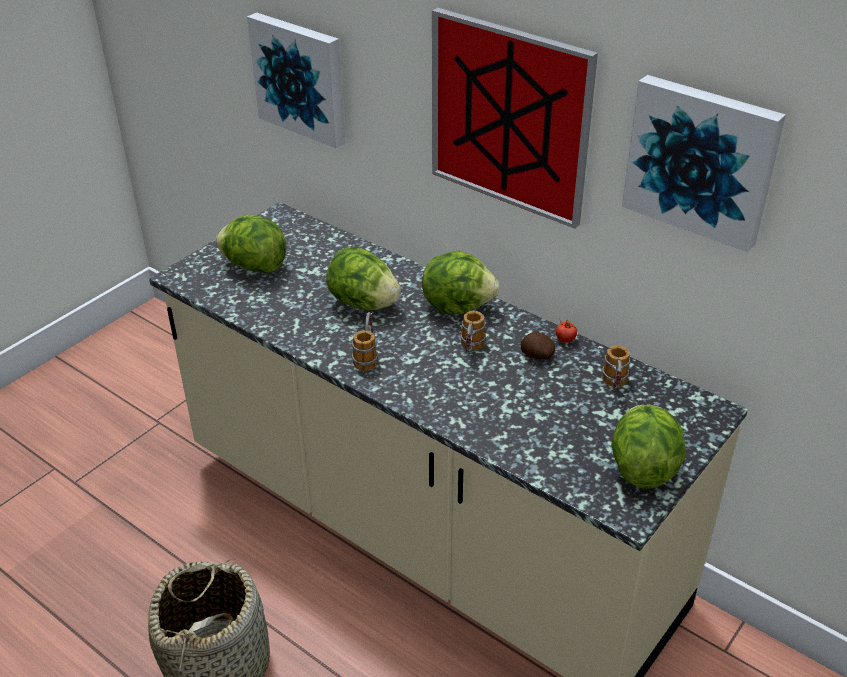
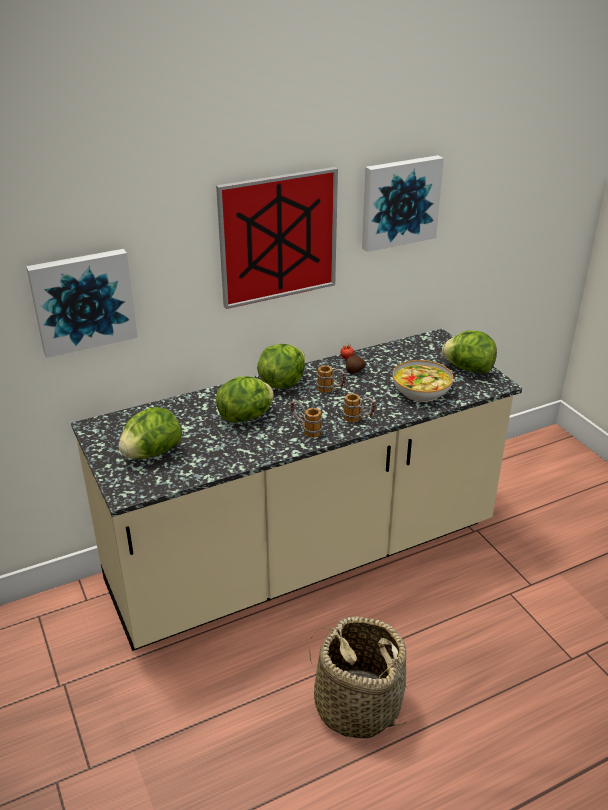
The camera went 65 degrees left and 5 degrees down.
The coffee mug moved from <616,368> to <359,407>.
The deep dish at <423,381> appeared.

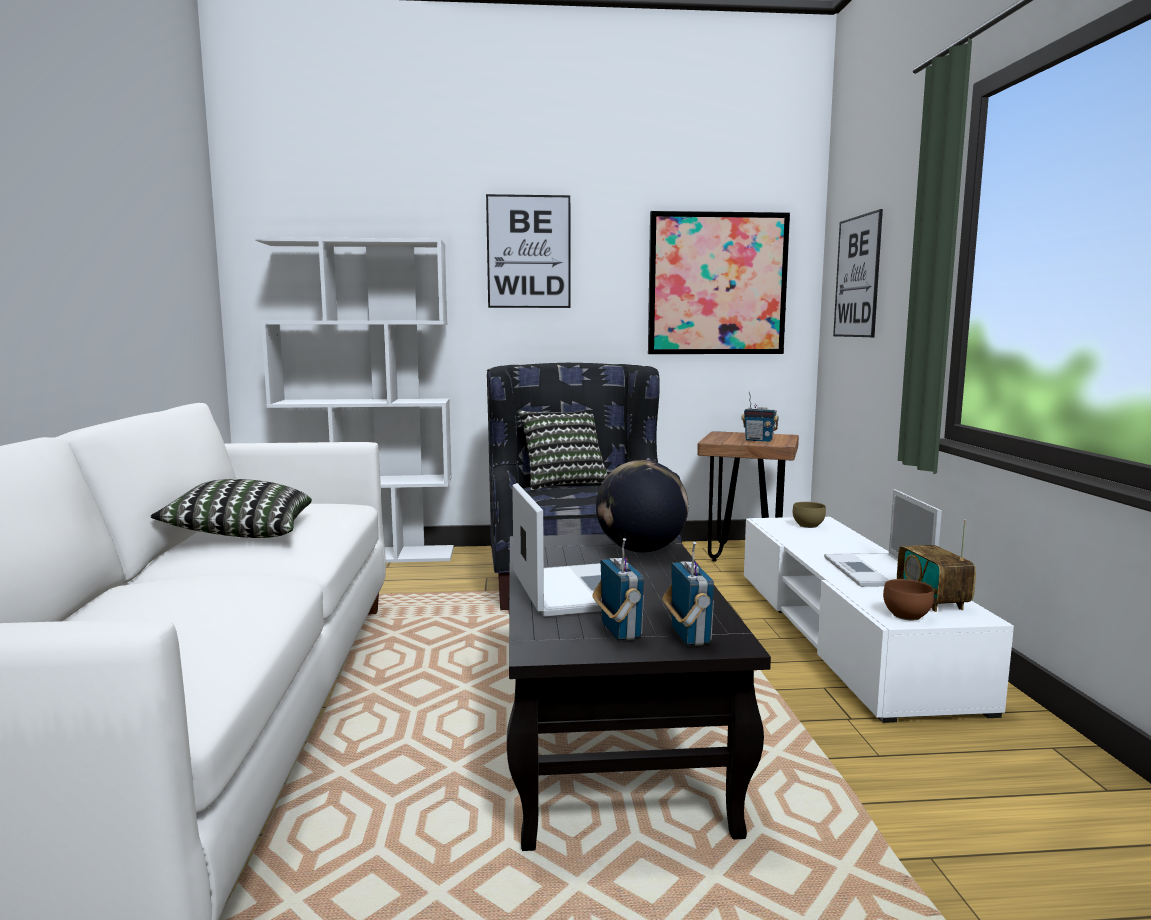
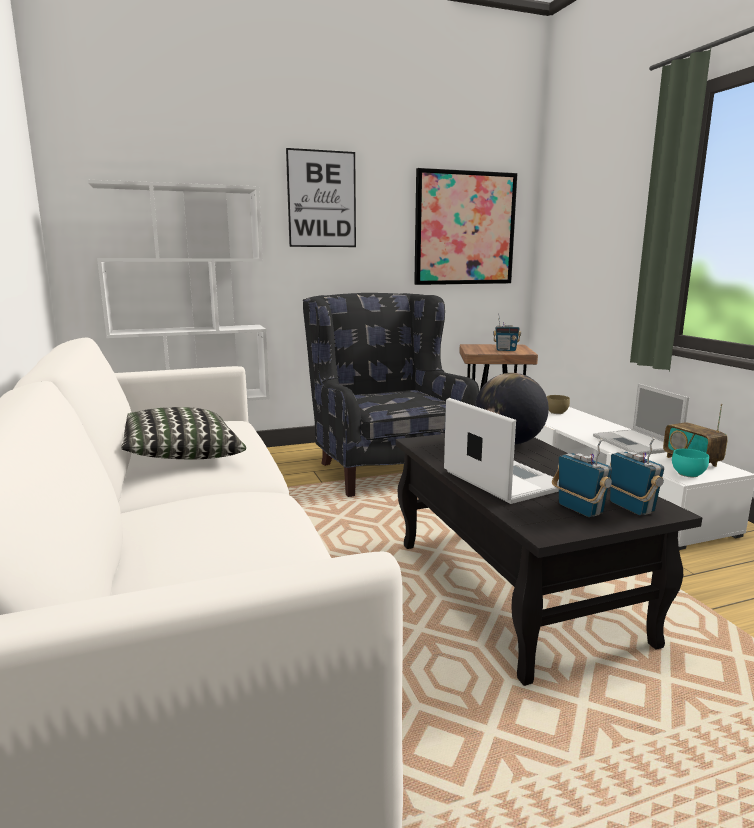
The camera went 15 degrees left and 5 degrees up.
The brownish deep dish at <908,599> became the turquoise-coloured deep dish at <690,463>.
The cushion at <563,450> disappeared.
The picture at <858,273> disappeared.

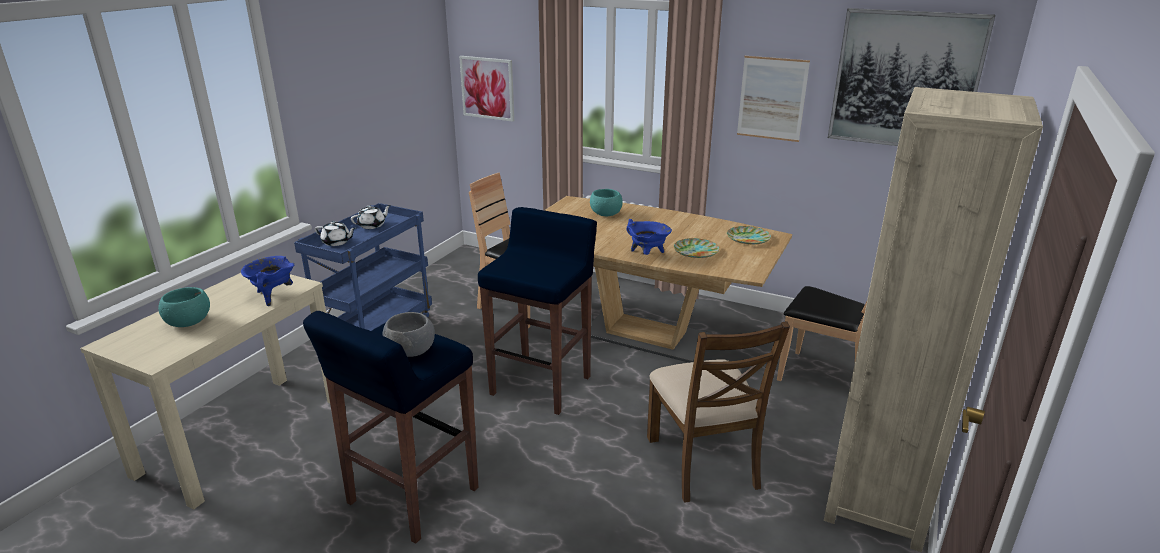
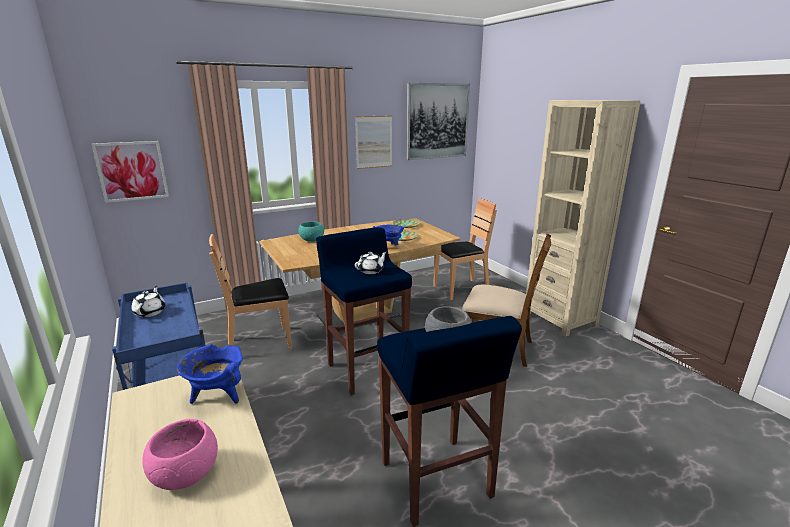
The camera went 55 degrees left and 5 degrees down.
The turquoise-coloured deep dish at <184,307> became the pinkish deep dish at <180,454>.
The white-coloured pot for tea moved from <335,233> to <371,262>.

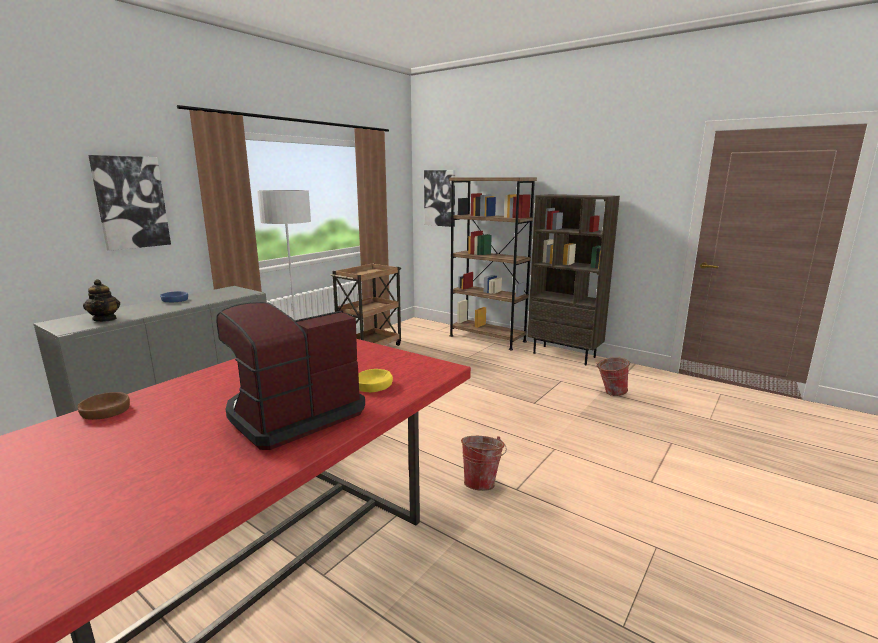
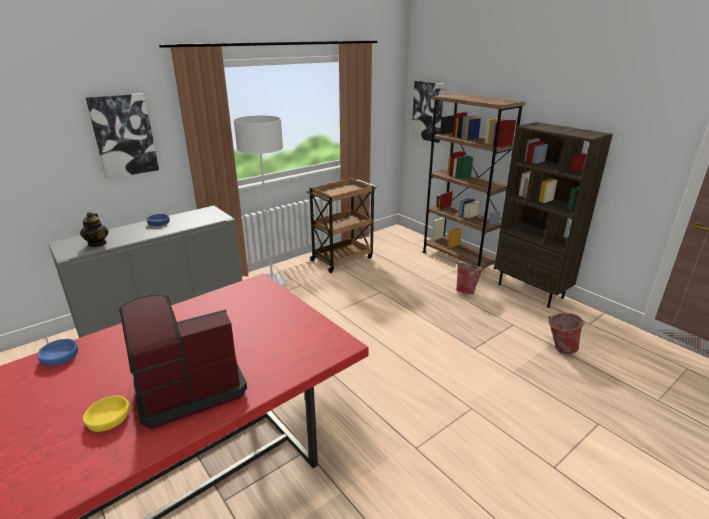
The camera went 15 degrees right and 10 degrees up.
The brownish deep dish at <104,406> became the blue deep dish at <57,352>.
The yellow-coloured deep dish moved from <375,380> to <106,414>.
The pail moved from <484,463> to <470,278>.

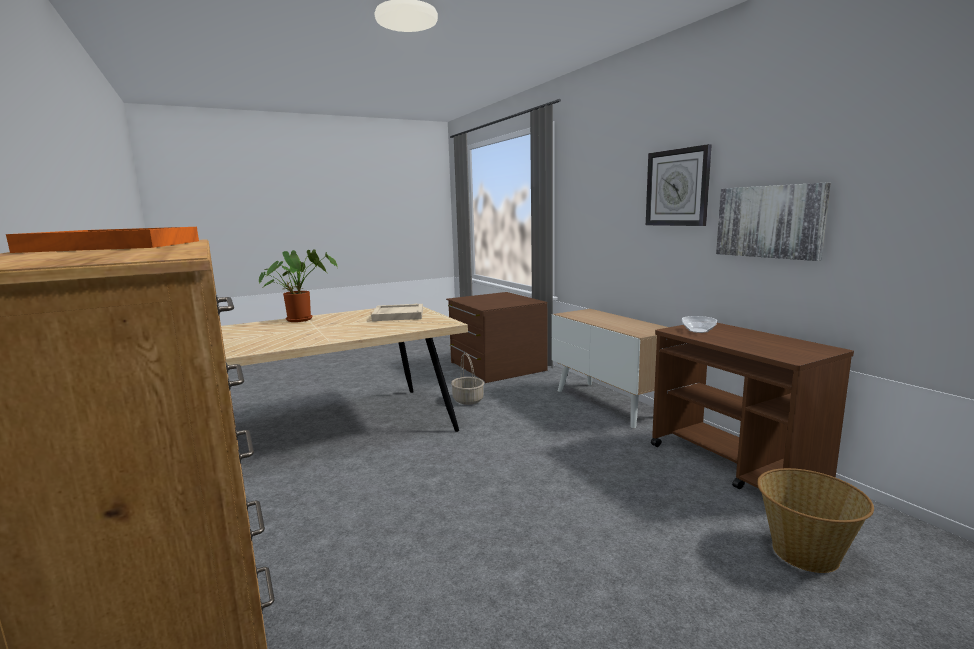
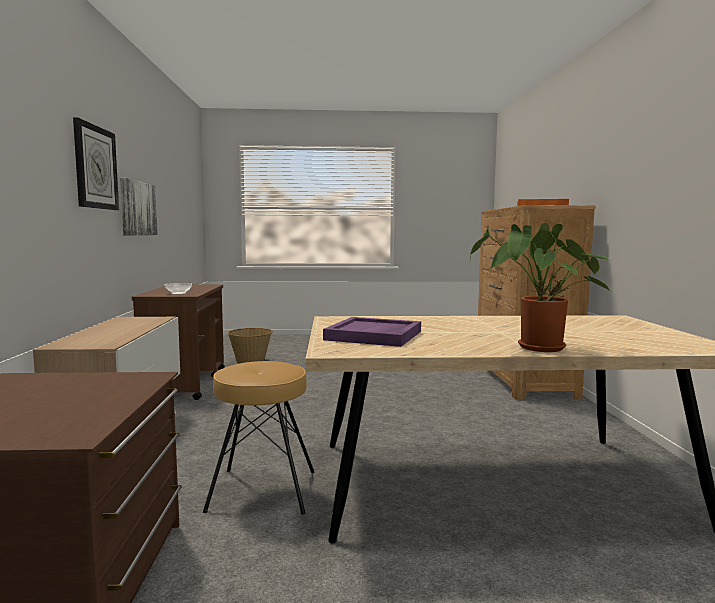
The camera went 155 degrees left and 5 degrees down.
The basket at <467,379> was replaced by the brownish stool at <259,438>.
The sand-coloured serving tray at <397,312> became the purplish serving tray at <372,332>.

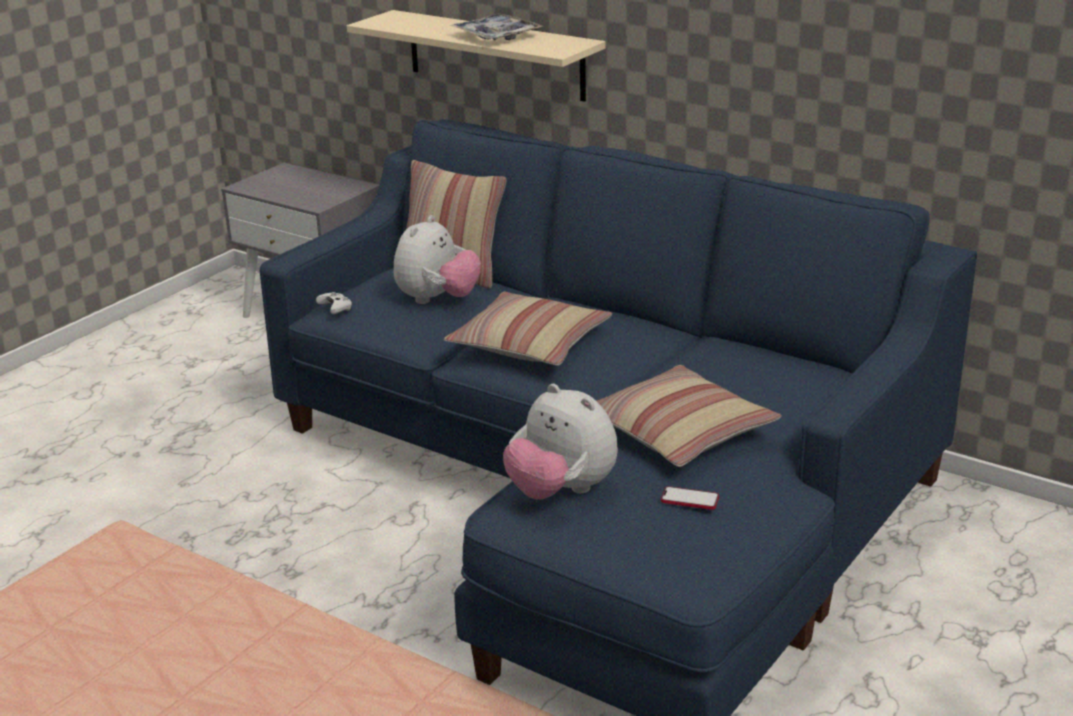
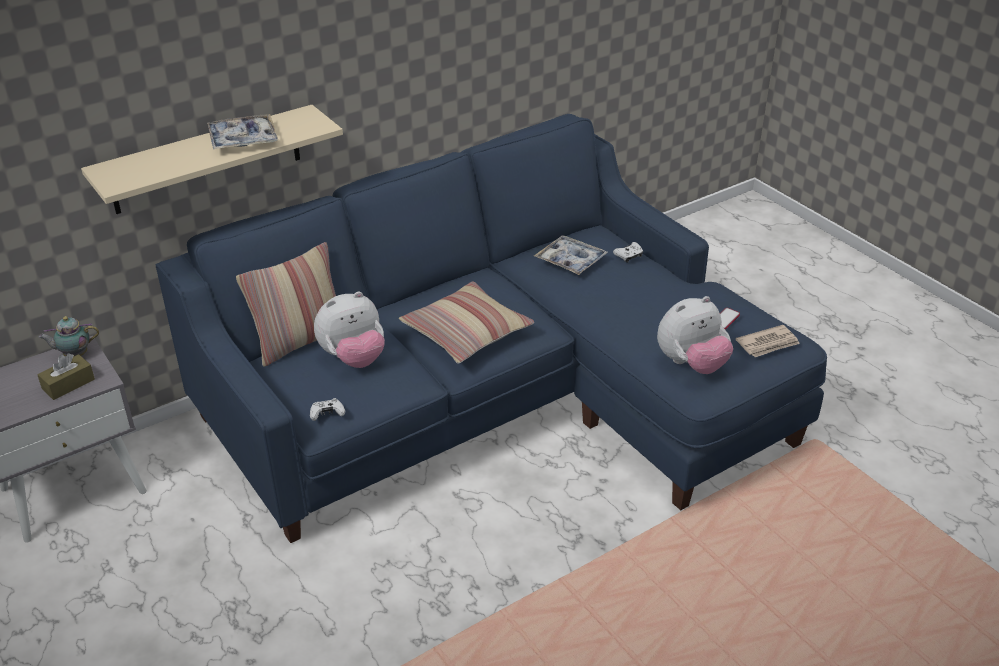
The camera went 70 degrees left and 10 degrees up.
The brownish tissue box at <66,376> appeared.
The pot for tea at <68,336> appeared.
The soft toy at <437,259> turned 105 degrees clockwise.
The serving tray at <571,255> appeared.
The white-coloured gamepad at <628,252> appeared.
The daily paper at <767,341> appeared.
The cushion at <689,416> disappeared.

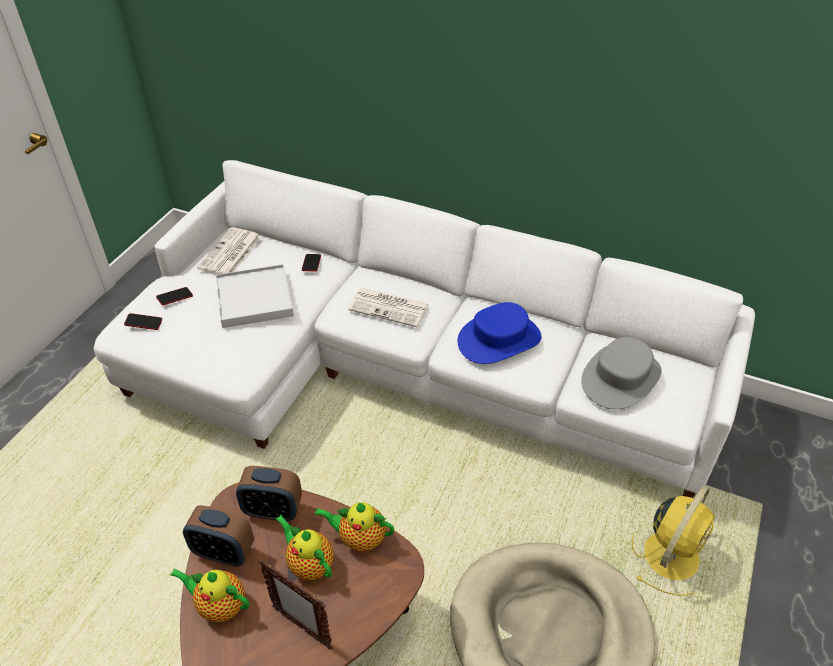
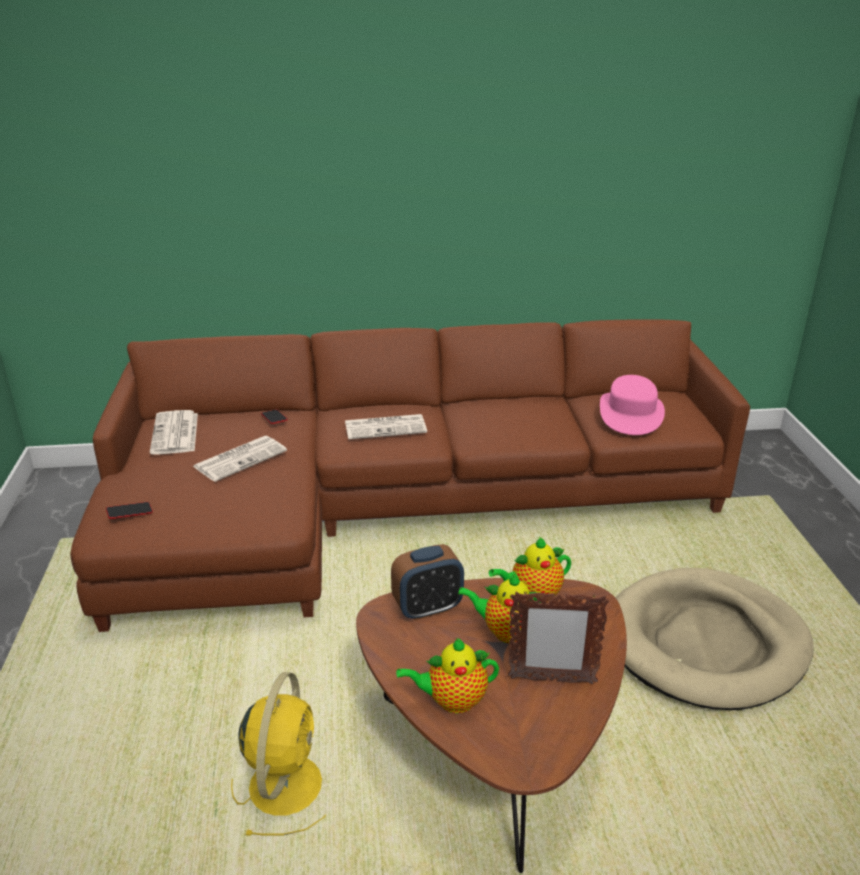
The camera went 30 degrees left and 15 degrees down.
The white-coloured couch at <424,329> became the brownish couch at <410,475>.
The white-coloured serving tray at <255,296> was replaced by the daily paper at <240,459>.
The yellow-coloured cooling fan moved from <673,541> to <278,754>.
The greyish wearable hat at <621,373> became the pinkish wearable hat at <632,405>.
The phone at <174,296> disappeared.
The alarm clock at <218,535> disappeared.
The blue wearable hat at <499,333> disappeared.

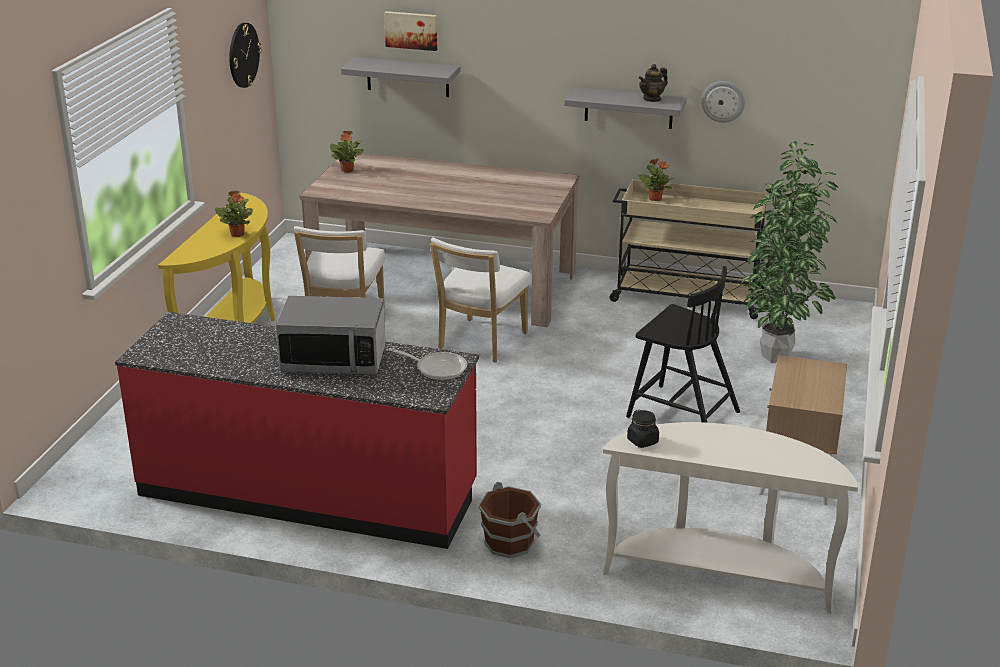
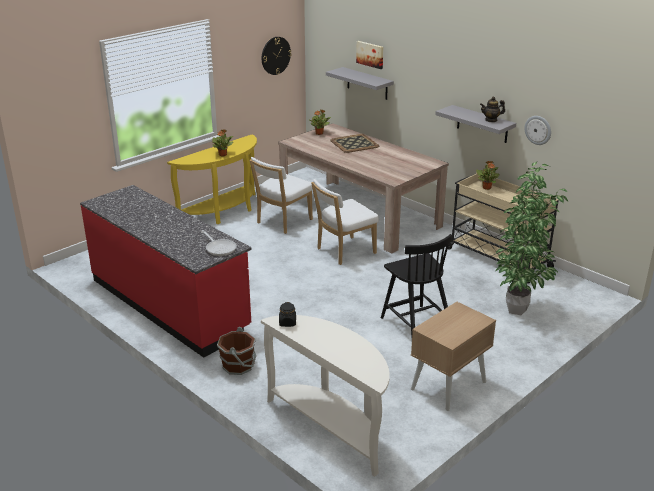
The camera went 30 degrees right and 0 degrees up.
The serving tray at <354,143> appeared.
The kitchen microwave at <330,335> disappeared.

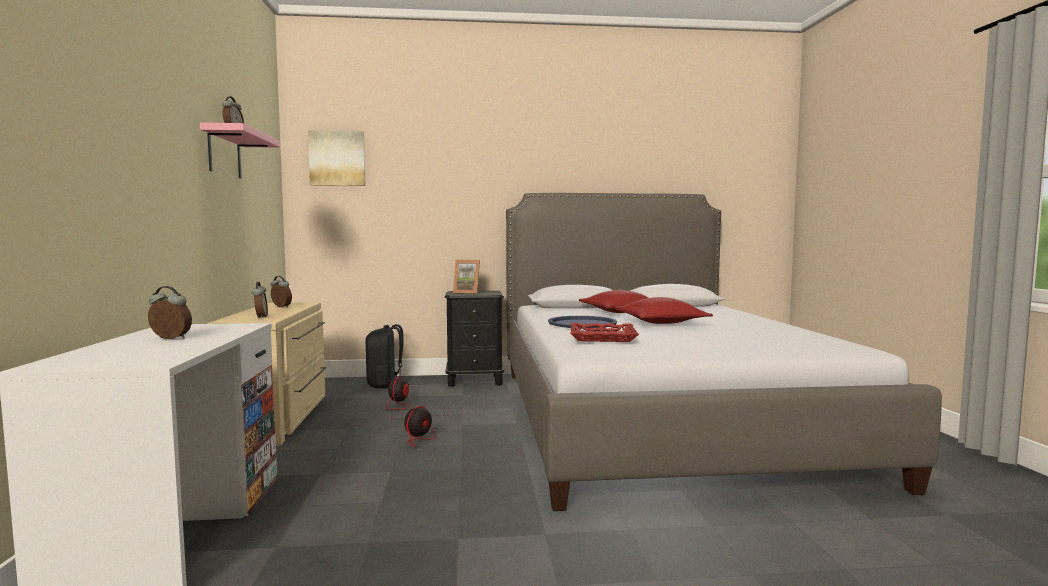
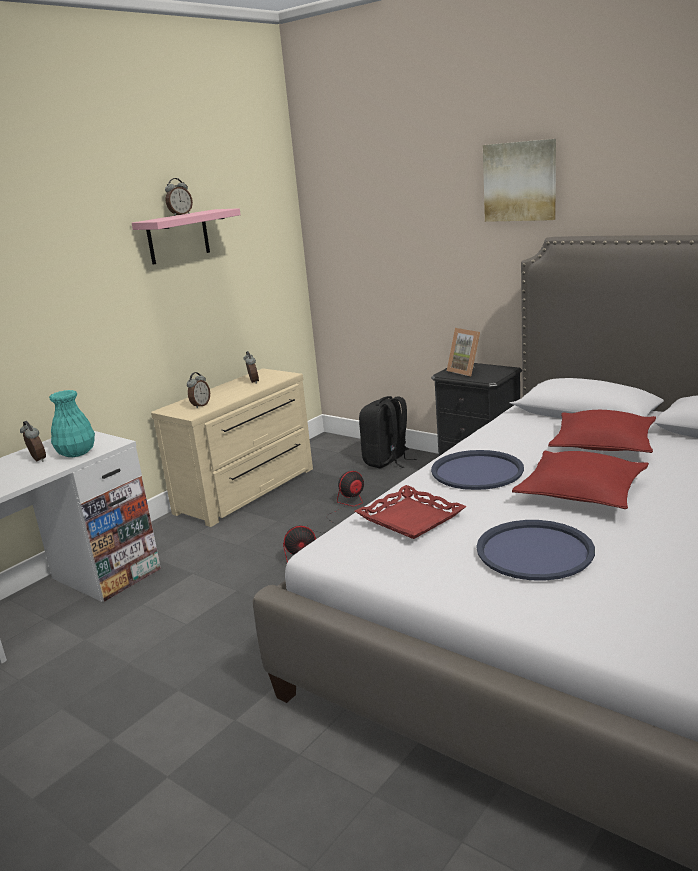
The camera went 45 degrees right and 15 degrees up.
The turquoise-coloured vase at <72,423> appeared.
The blue serving tray at <535,550> appeared.
The picture moved from <337,158> to <519,180>.

